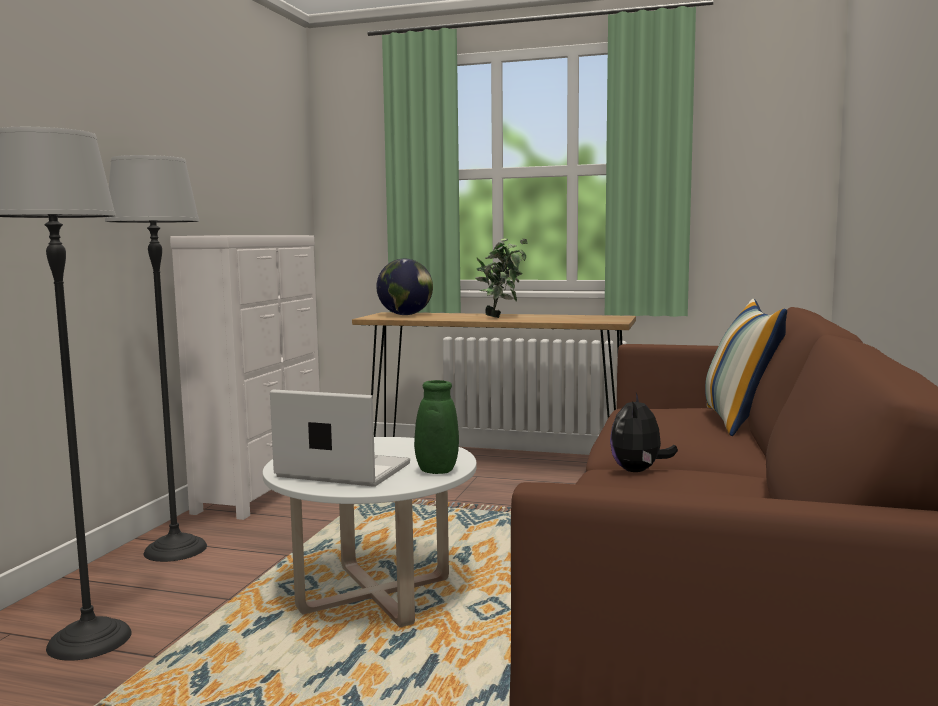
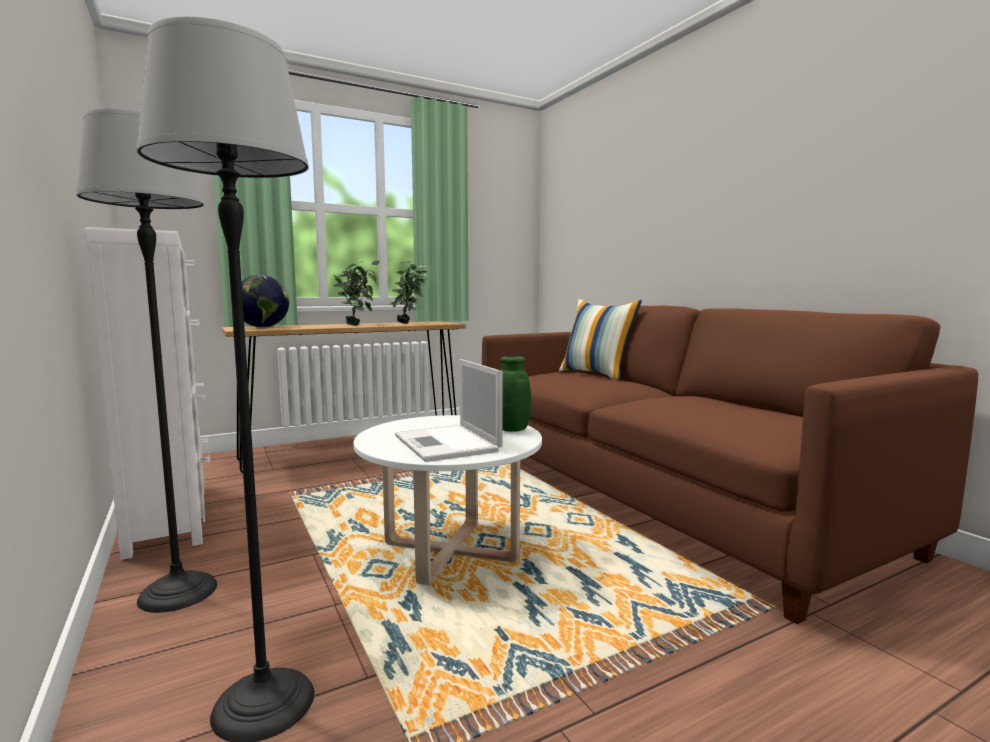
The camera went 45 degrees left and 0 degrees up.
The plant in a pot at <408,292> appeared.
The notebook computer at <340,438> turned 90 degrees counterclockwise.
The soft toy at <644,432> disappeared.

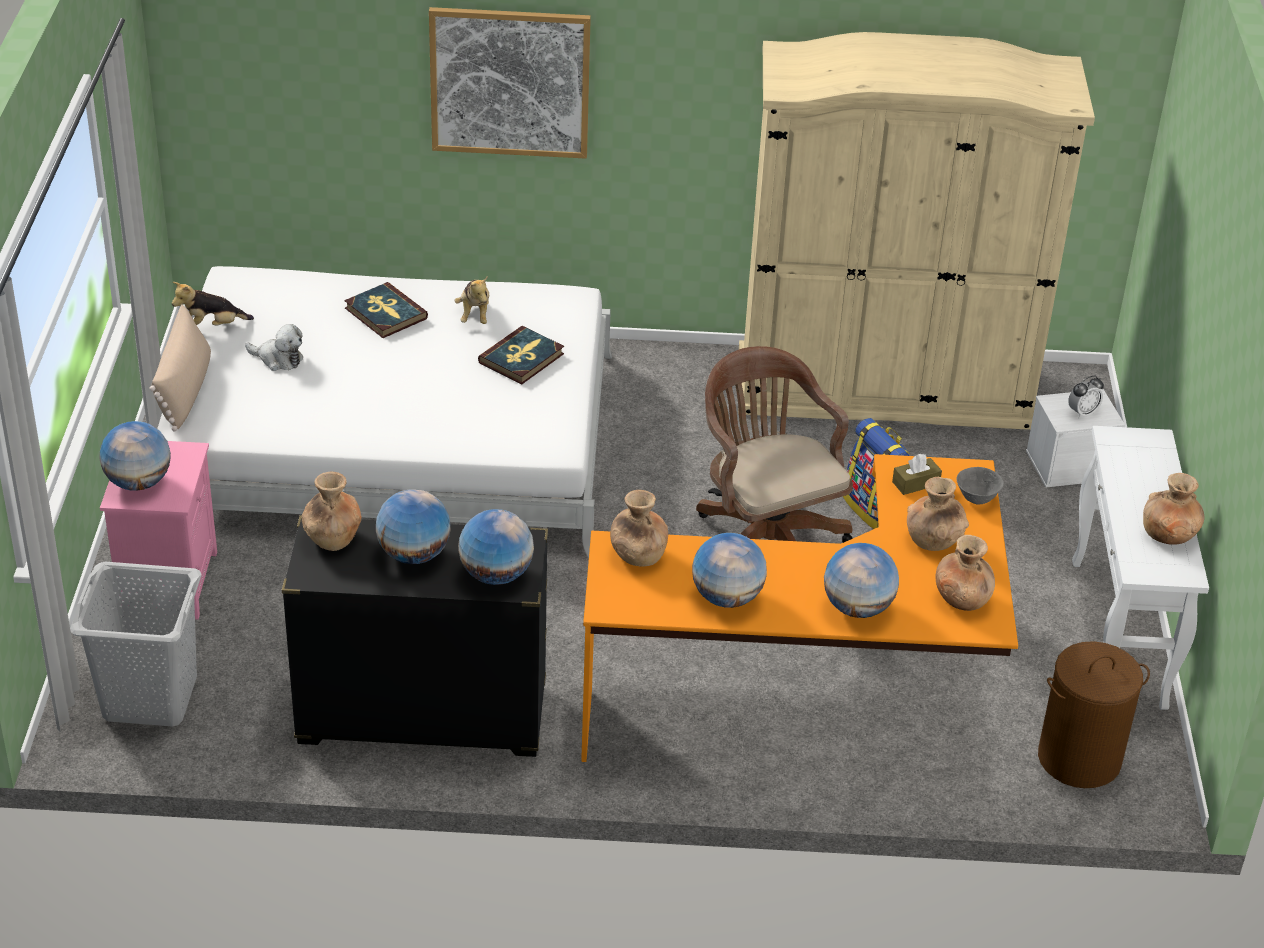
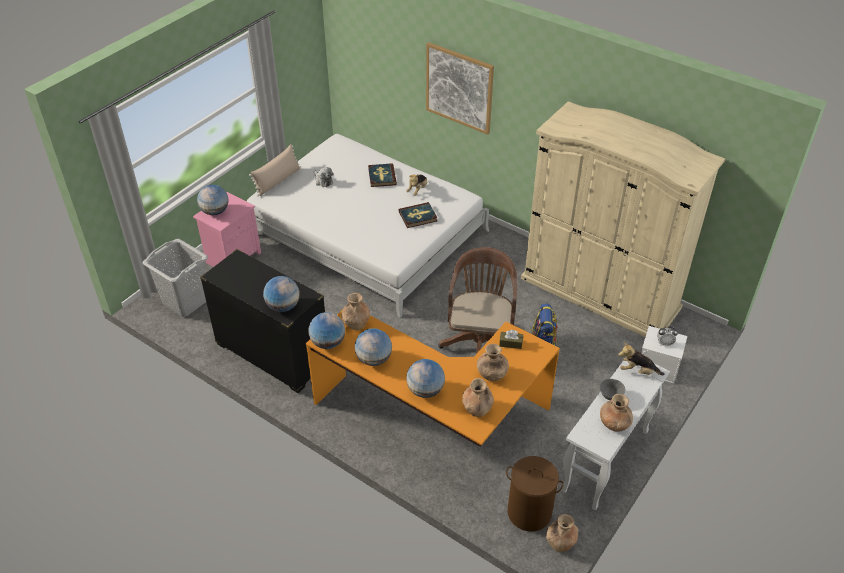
The camera went 35 degrees right and 5 degrees up.
The desk globe moved from <413,526> to <326,330>.
The brownish vase moved from <332,511> to <562,533>.
The greyish deep dish moved from <980,486> to <612,389>.
The soft toy moved from <213,303> to <641,358>.

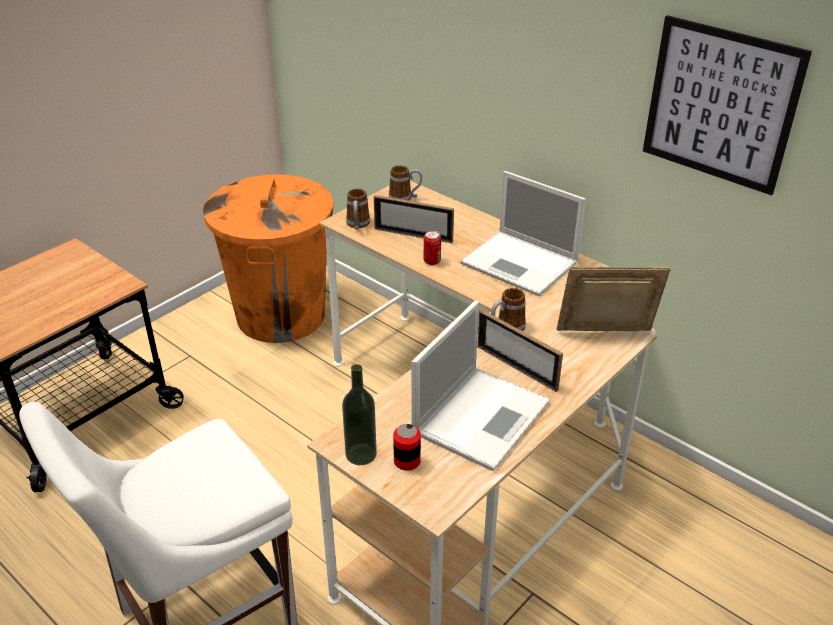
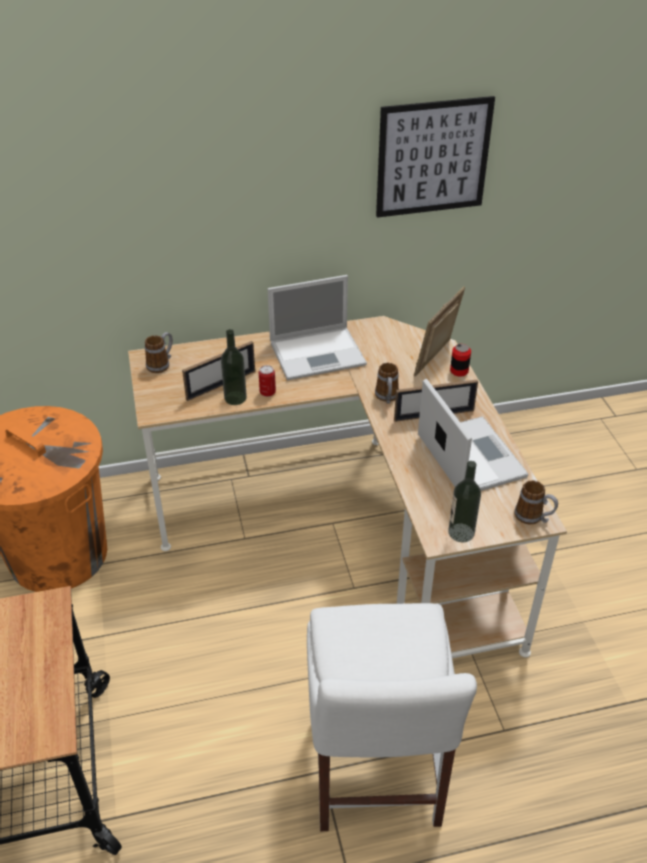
The camera went 55 degrees left and 5 degrees up.
The beverage bottle at <234,367> appeared.
The sealed can moved from <407,447> to <460,360>.
The coffee mug moved from <358,209> to <536,502>.

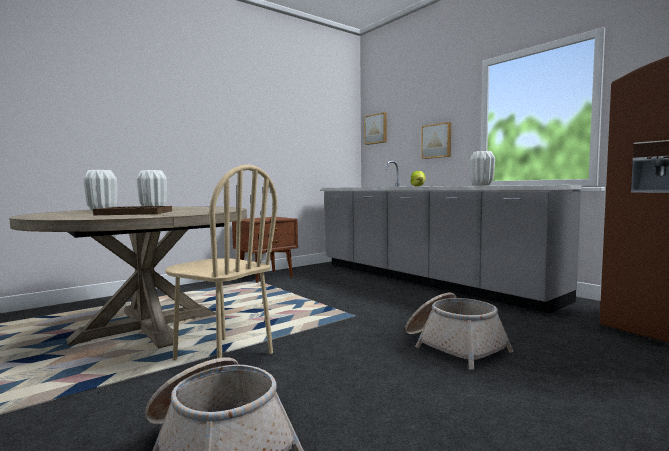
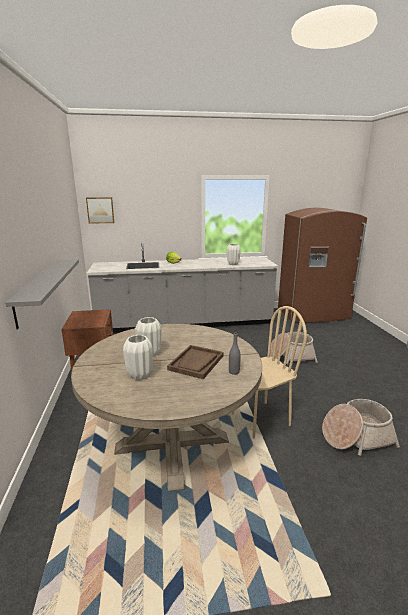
The camera went 60 degrees left and 15 degrees up.
The greyish bracket shelf at <42,294> appeared.
The greyish beverage bottle at <235,353> appeared.
The picture at <436,140> disappeared.

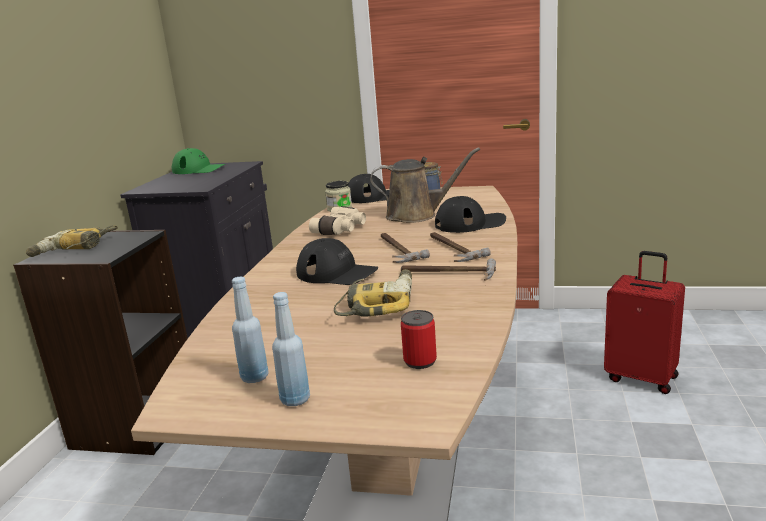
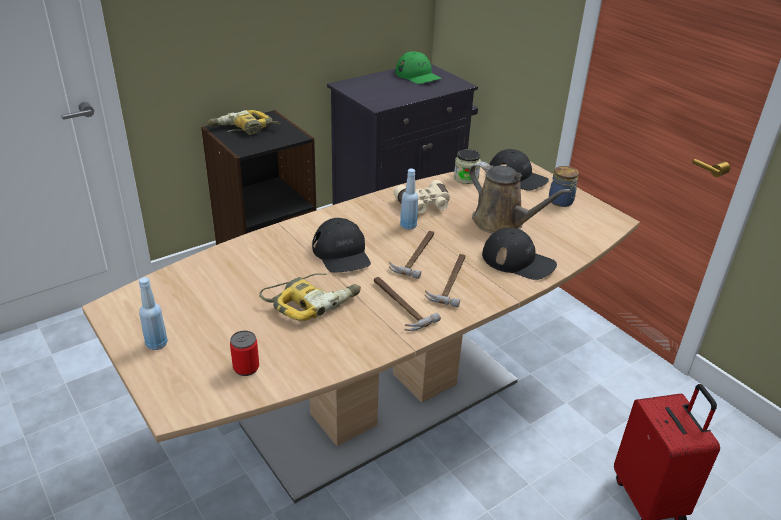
The camera went 40 degrees right and 15 degrees up.
The blue beverage bottle moved from <250,330> to <409,199>.

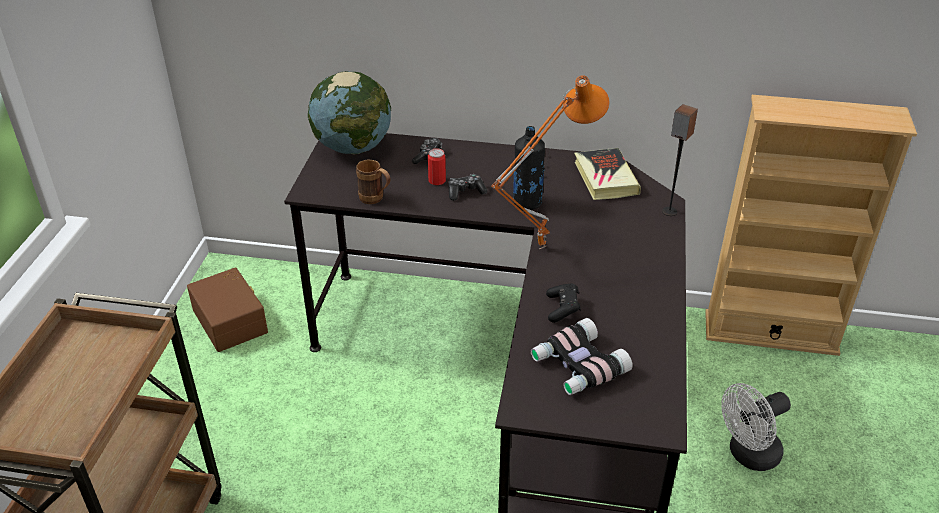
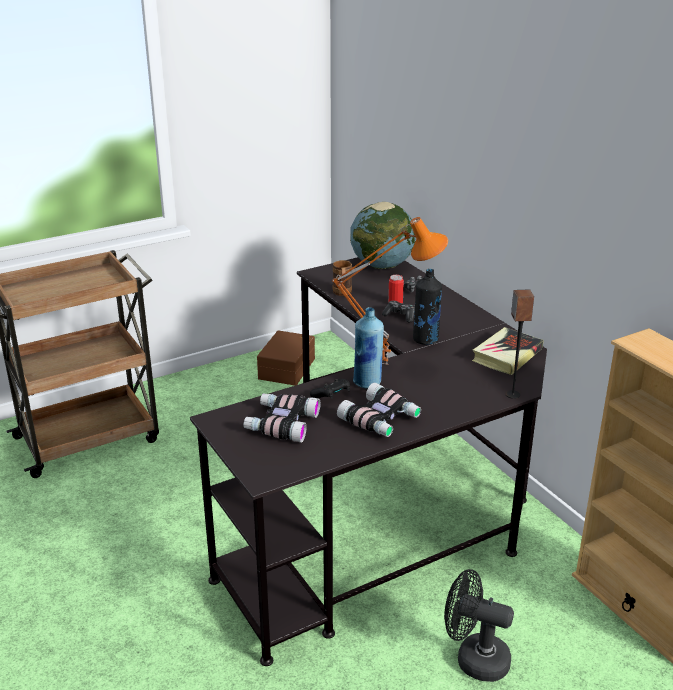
The camera went 50 degrees right and 10 degrees down.
The binoculars at <379,410> appeared.
The blue beverage bottle at <368,348> appeared.
The white-coloured cooling fan at <756,427> became the blackish cooling fan at <479,625>.

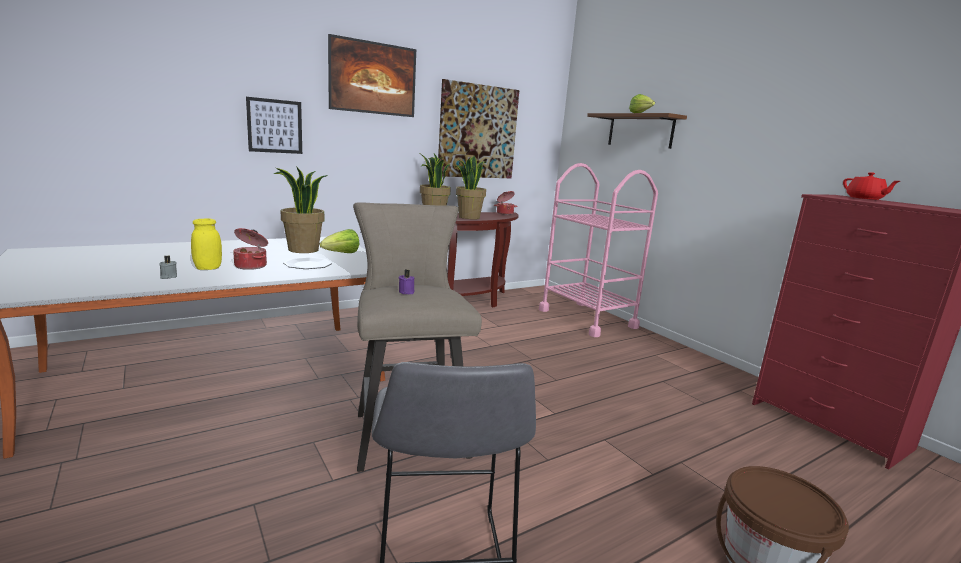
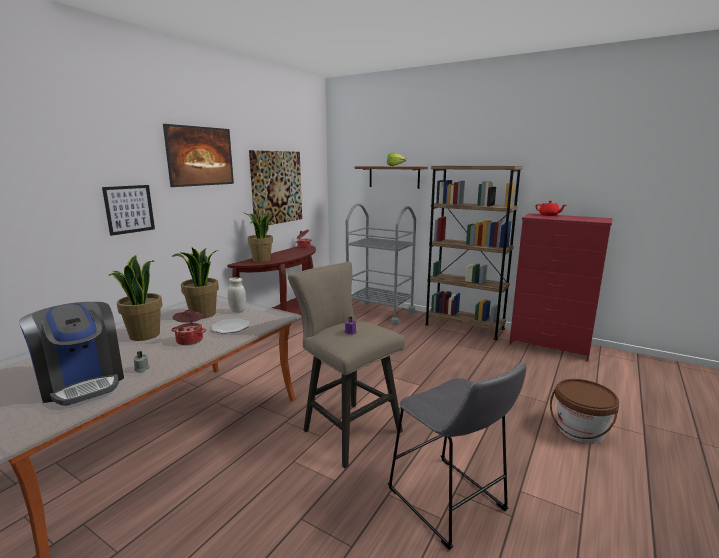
The camera went 25 degrees left and 0 degrees up.
The coffee brewer at <71,354> appeared.
The plant in a pot moved from <471,187> to <136,298>.
The lettuce head at <339,241> was replaced by the white-coloured preserve jar at <237,295>.
The pinkish trolley at <598,250> became the greyish trolley at <381,264>.
The brownish shelving unit at <474,253> appeared.
The yellow-coloured preserve jar at <206,244> disappeared.

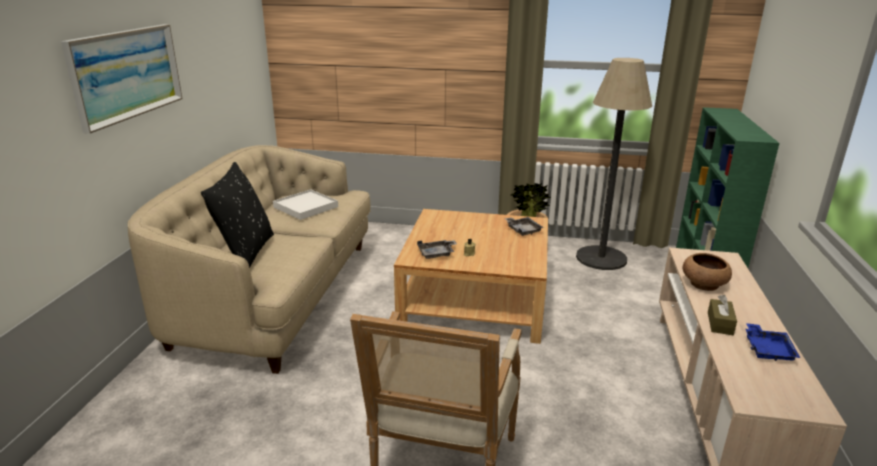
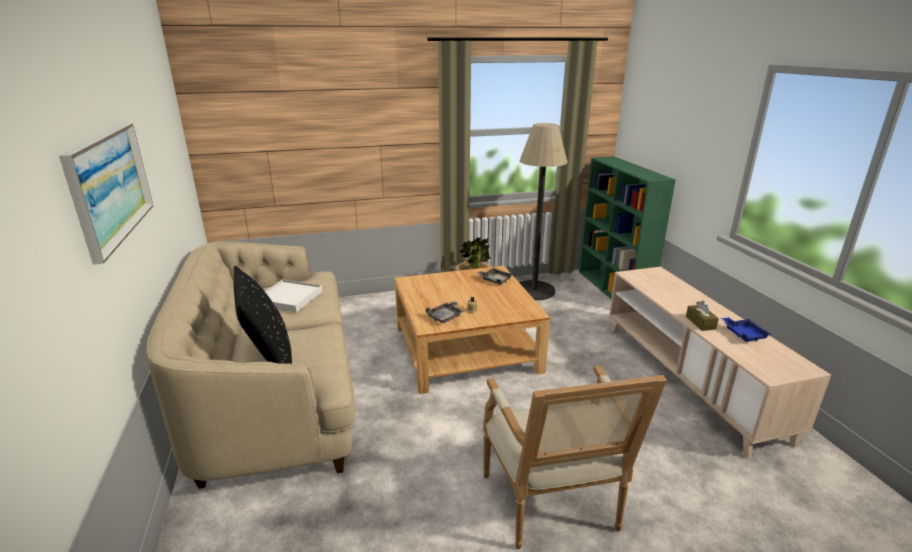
The camera went 25 degrees left and 0 degrees up.
The brownish deep dish at <707,272> disappeared.

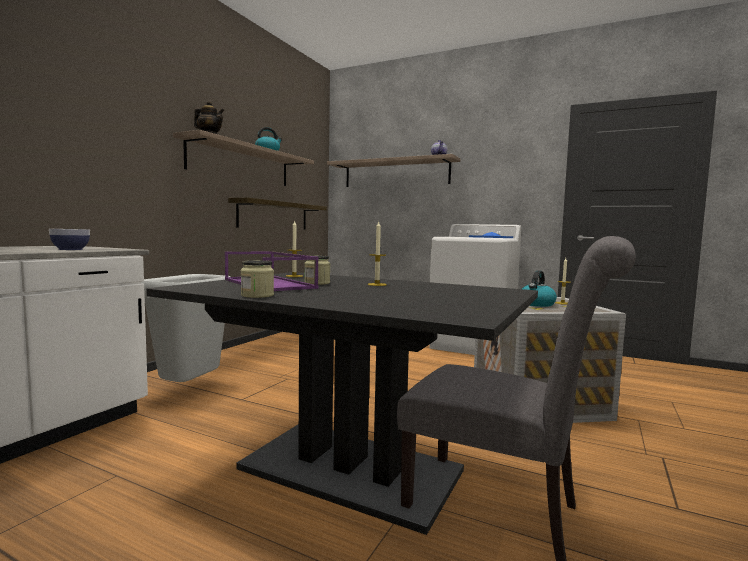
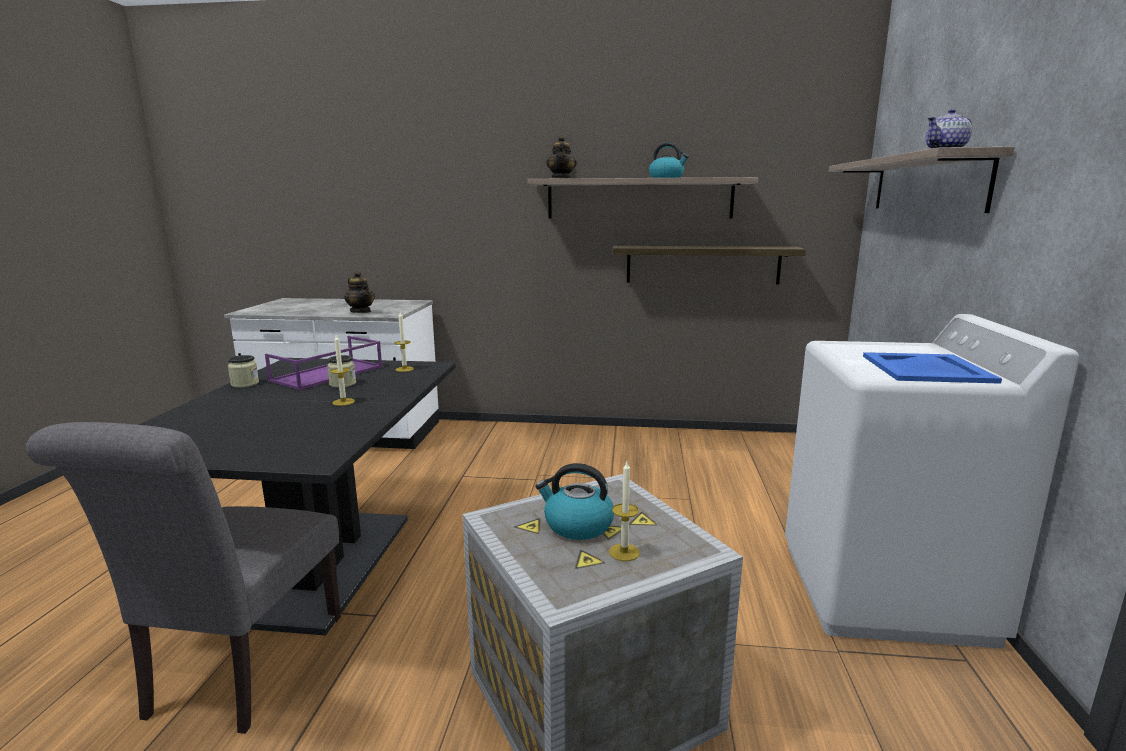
The camera went 70 degrees right and 10 degrees up.
The deep dish at <69,239> was replaced by the pot for tea at <359,292>.
The greyish rubbish bin at <186,328> disappeared.

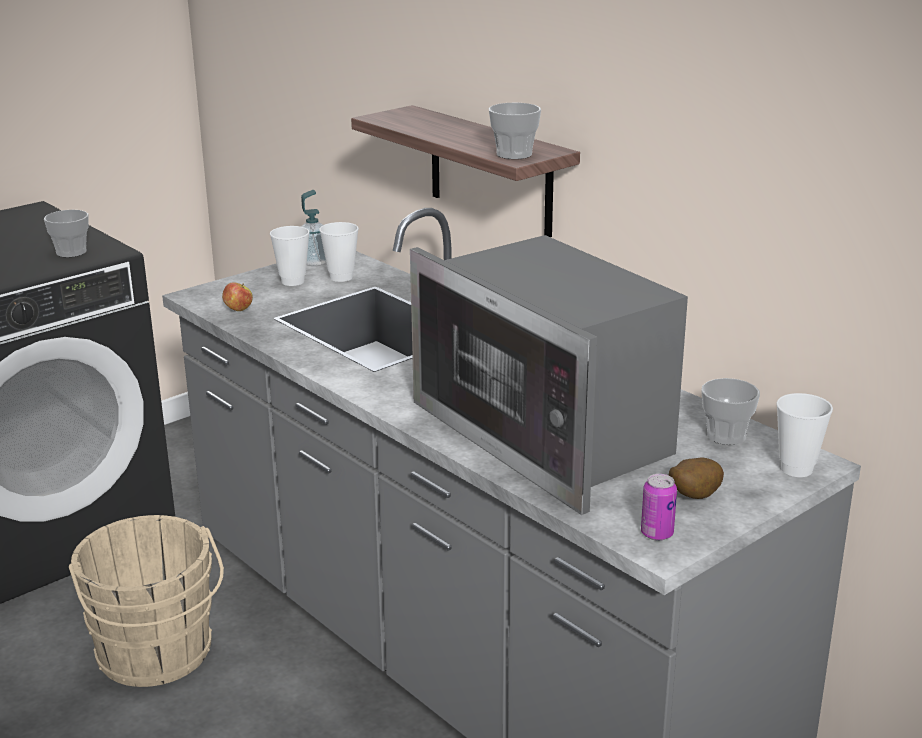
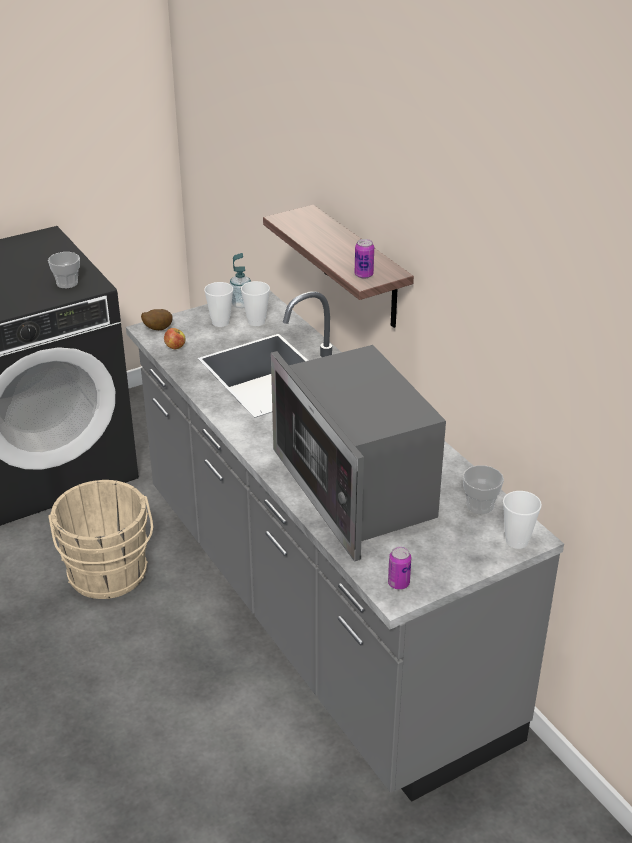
The camera went 10 degrees right and 10 degrees up.
The spud moved from <696,478> to <156,319>.
The small cup at <515,131> was replaced by the sealed can at <364,259>.

